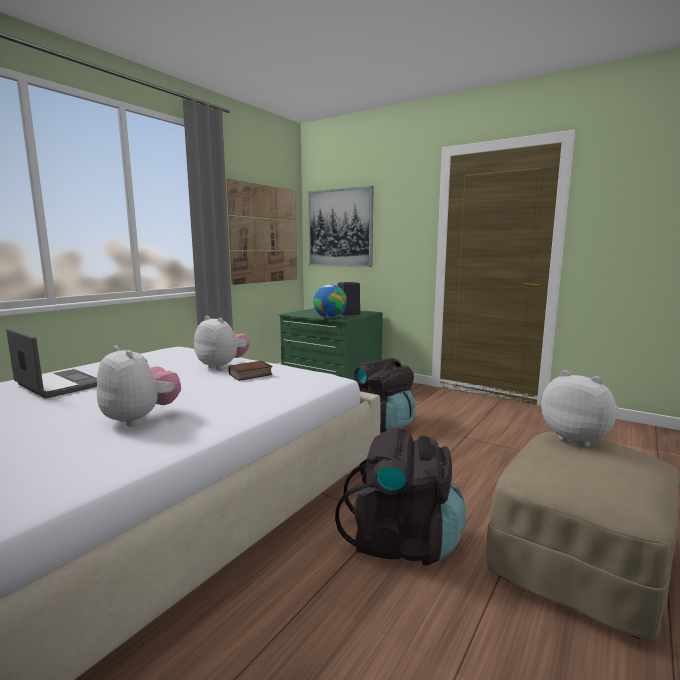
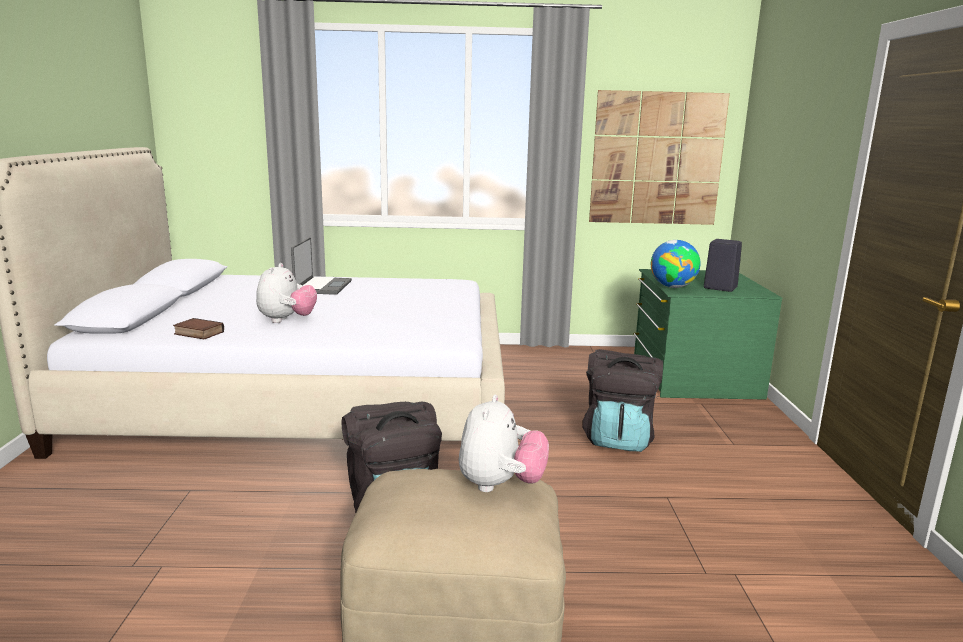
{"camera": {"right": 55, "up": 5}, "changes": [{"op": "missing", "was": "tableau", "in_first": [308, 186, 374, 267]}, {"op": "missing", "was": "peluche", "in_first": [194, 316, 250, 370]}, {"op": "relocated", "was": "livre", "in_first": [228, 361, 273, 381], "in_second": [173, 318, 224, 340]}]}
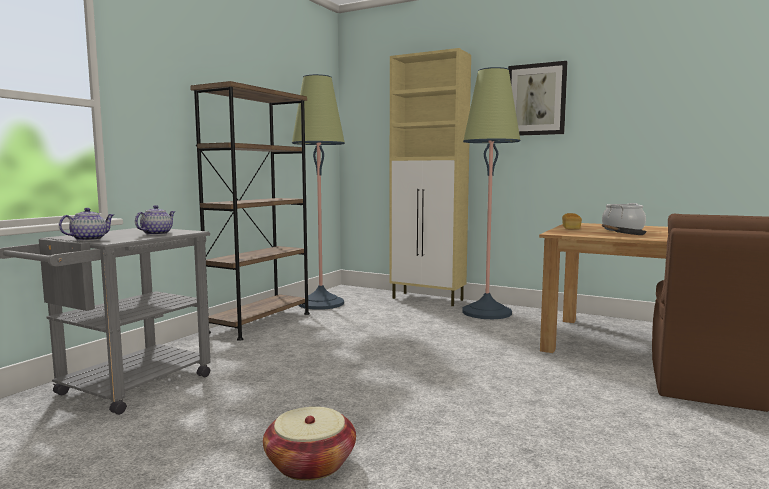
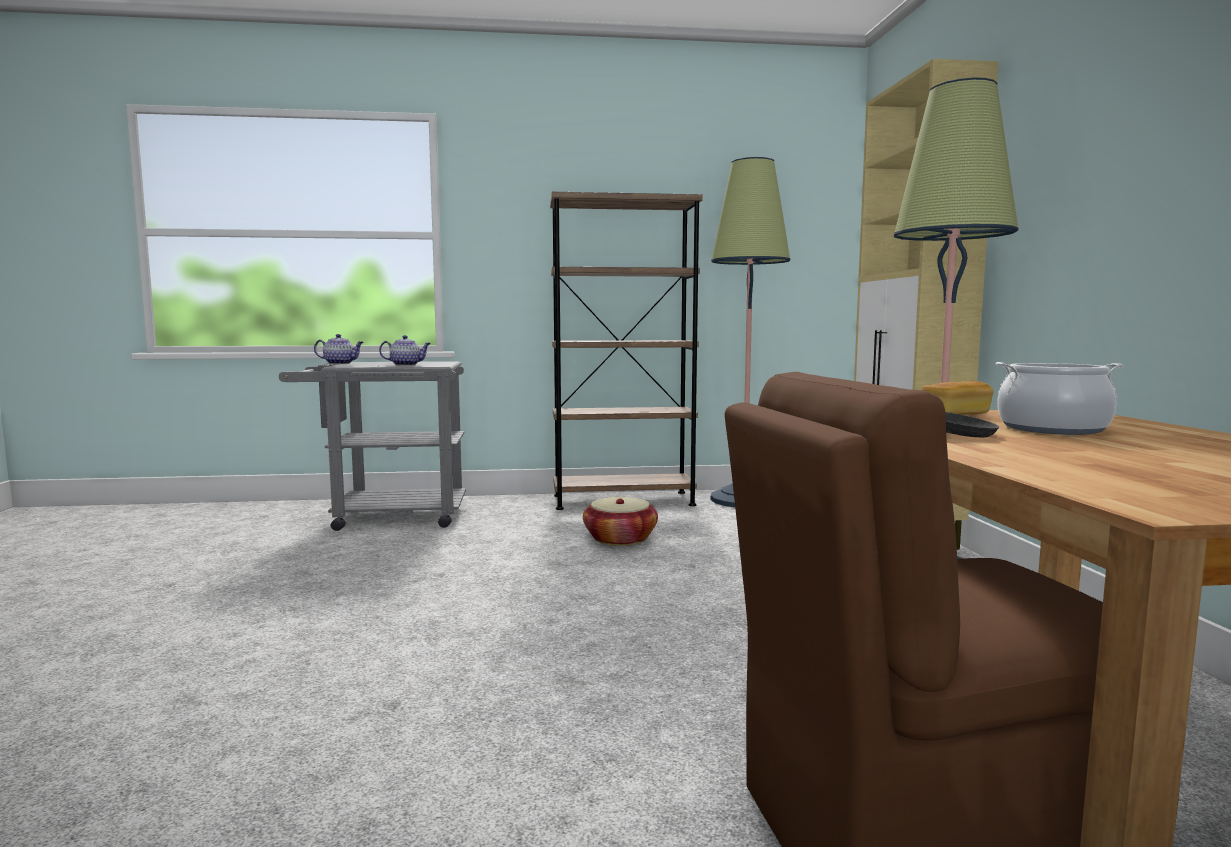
{"camera": {"right": 55, "up": 0}, "changes": [{"op": "missing", "was": "tableau", "in_first": [508, 61, 568, 135]}, {"op": "relocated", "was": "panier", "in_first": [263, 407, 356, 481], "in_second": [583, 497, 658, 546]}]}
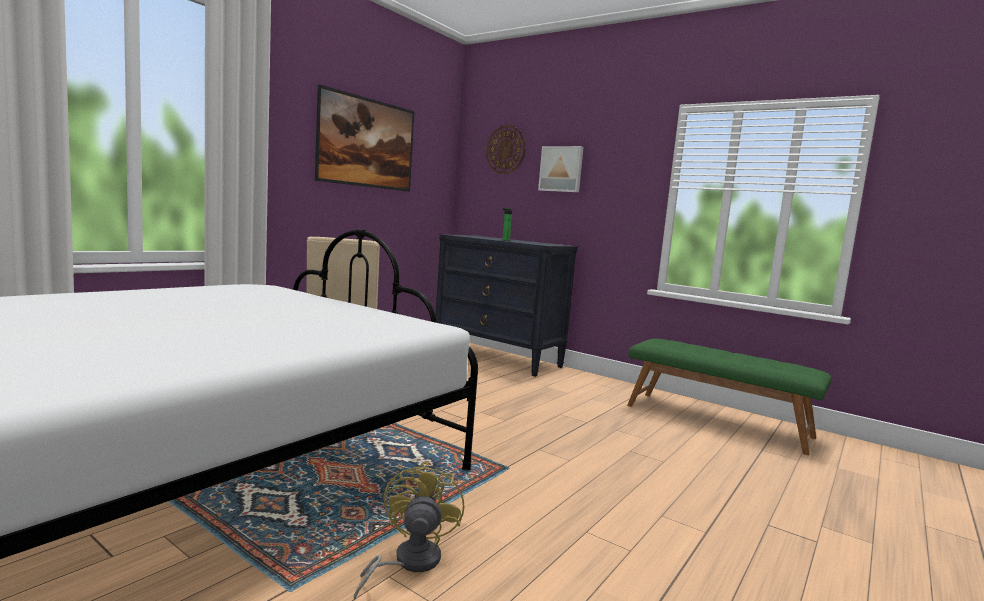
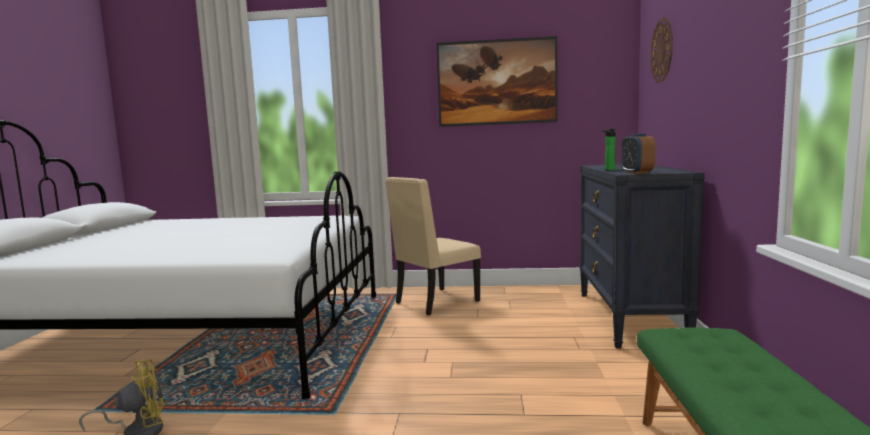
{"camera": {"right": 60, "up": 0}, "changes": [{"op": "missing", "was": "tableau", "in_first": [538, 146, 583, 192]}, {"op": "appeared", "now": "réveil", "in_second": [621, 133, 656, 174]}]}
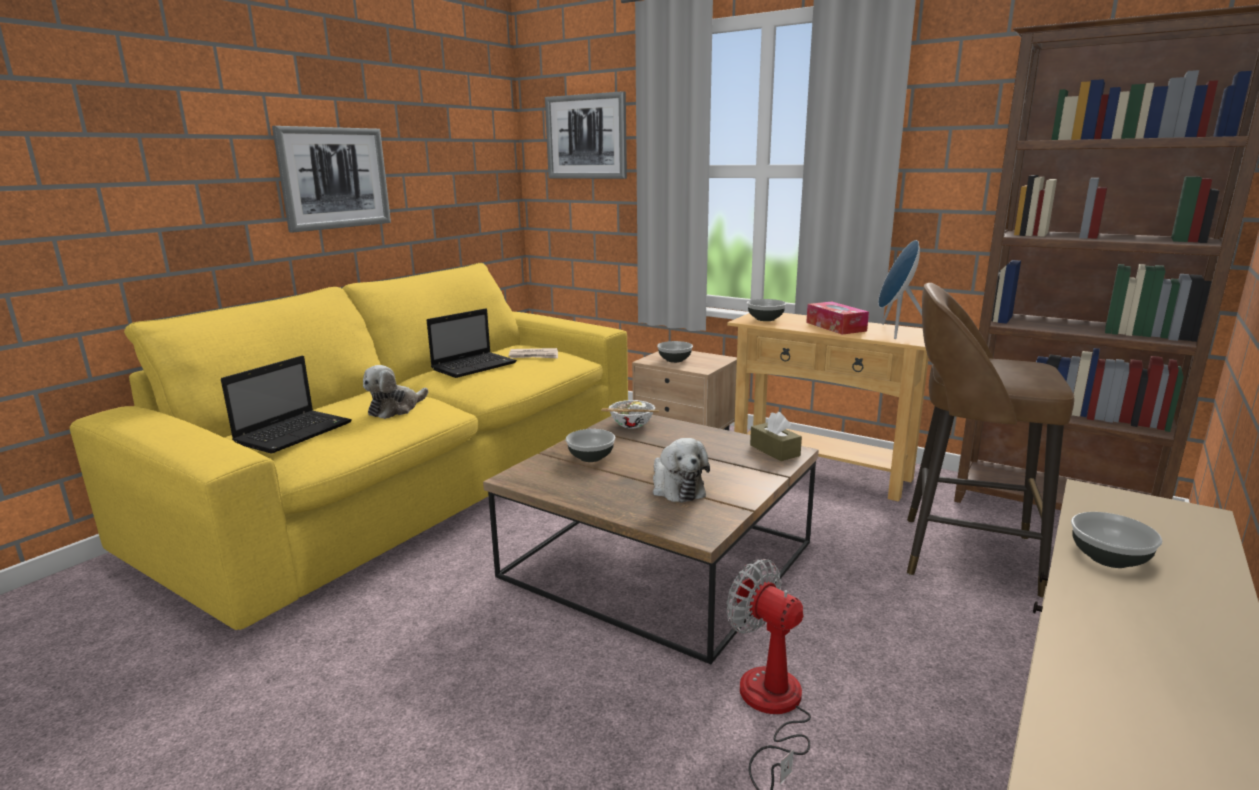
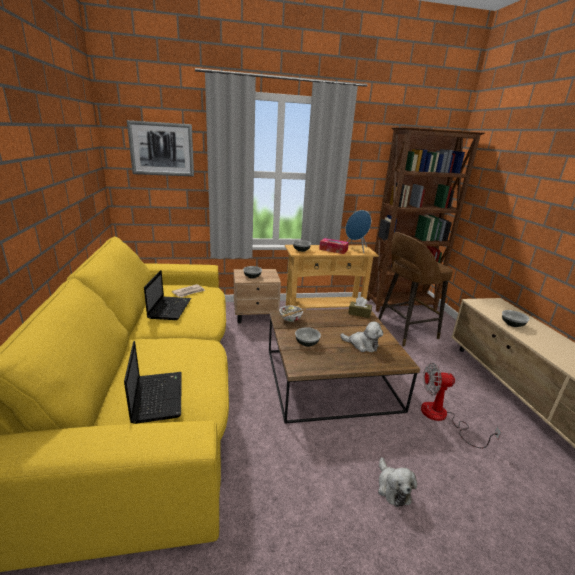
{"camera": {"right": -45, "up": 5}, "changes": [{"op": "missing", "was": "tableau", "in_first": [272, 126, 391, 232]}, {"op": "relocated", "was": "peluche", "in_first": [363, 365, 428, 419], "in_second": [378, 457, 417, 507]}]}
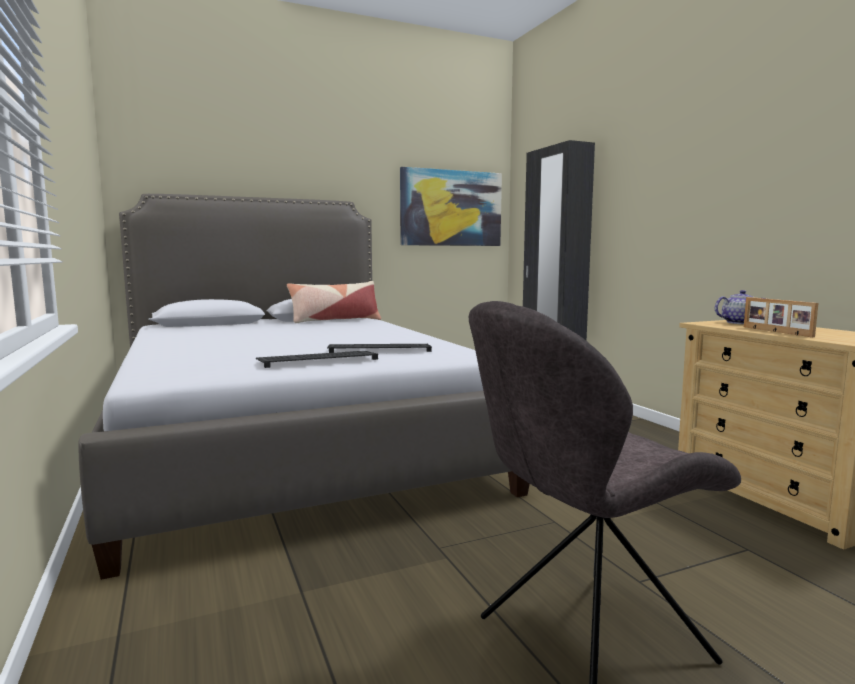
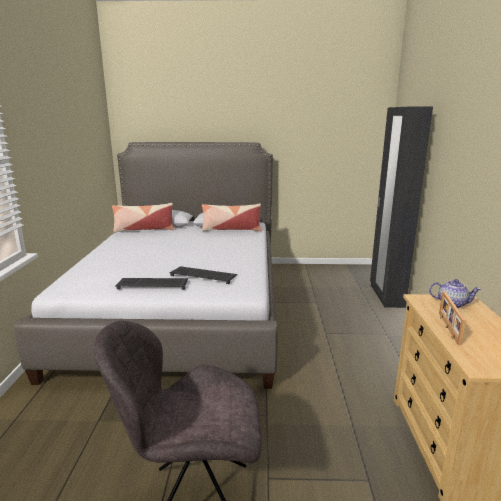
{"camera": {"right": 25, "up": 10}, "changes": [{"op": "missing", "was": "tableau", "in_first": [400, 167, 502, 246]}, {"op": "appeared", "now": "coussin", "in_second": [112, 203, 174, 233]}]}
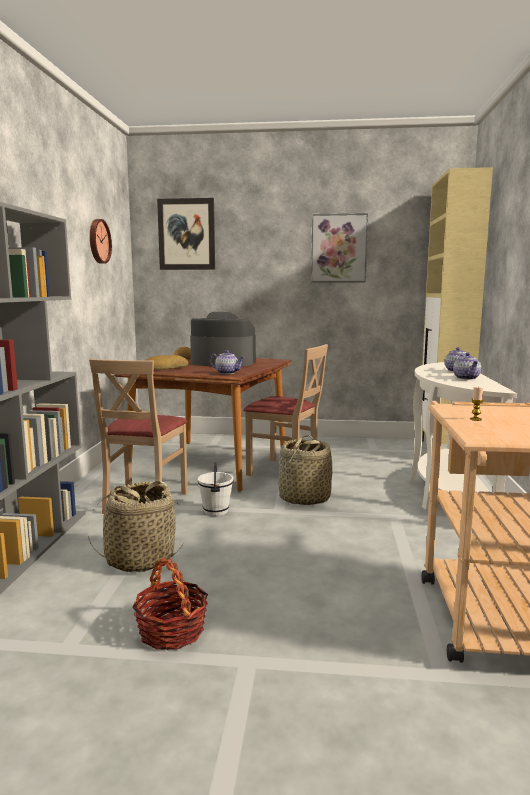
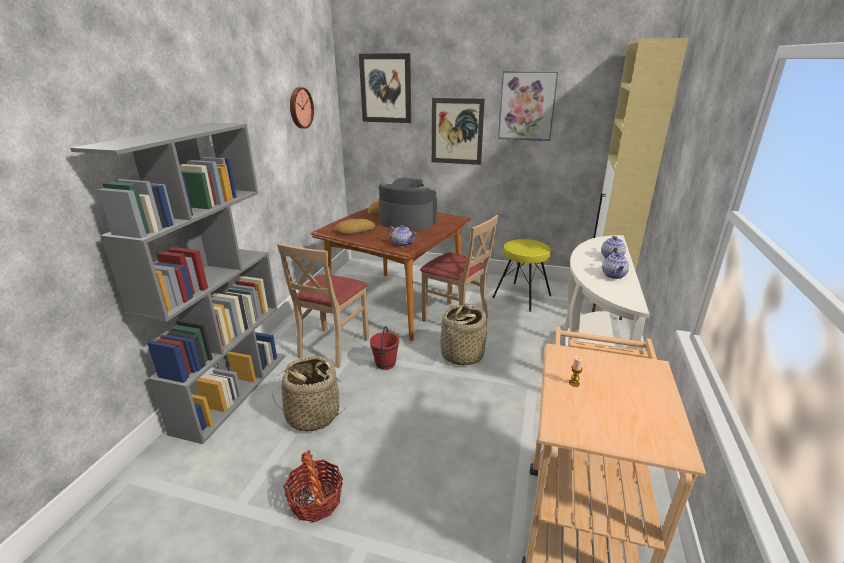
{"camera": {"right": 10, "up": 15}, "changes": [{"op": "colour", "was": "seau/blanc", "now": "seau/rouge", "in_first": [198, 462, 233, 516], "in_second": [370, 326, 399, 370]}, {"op": "appeared", "now": "tableau", "in_second": [432, 98, 485, 165]}, {"op": "appeared", "now": "tabouret/jaune", "in_second": [492, 239, 551, 312]}]}
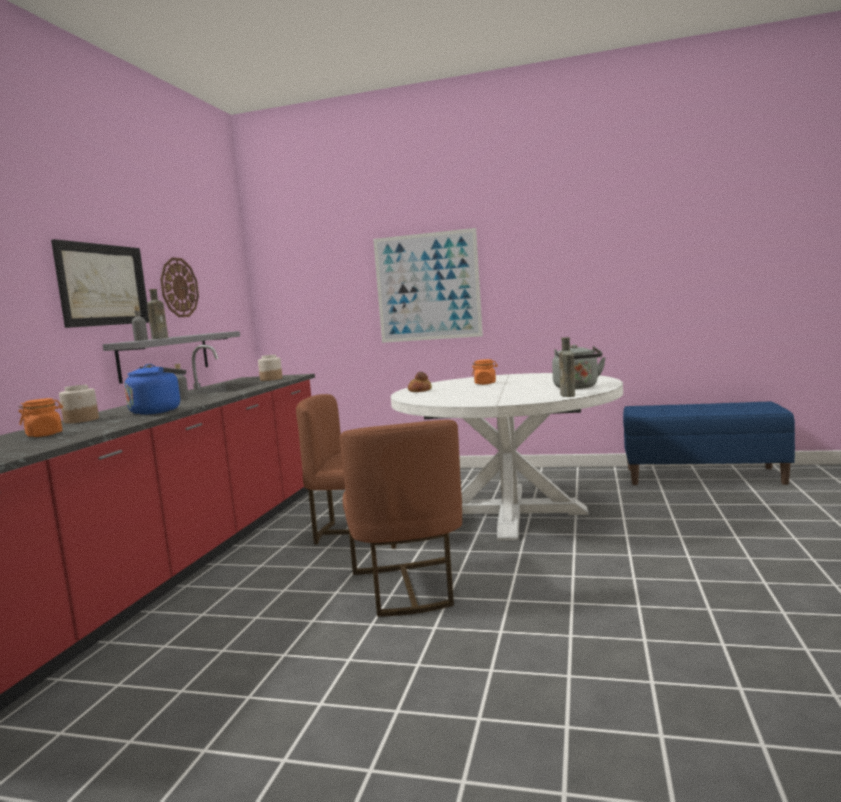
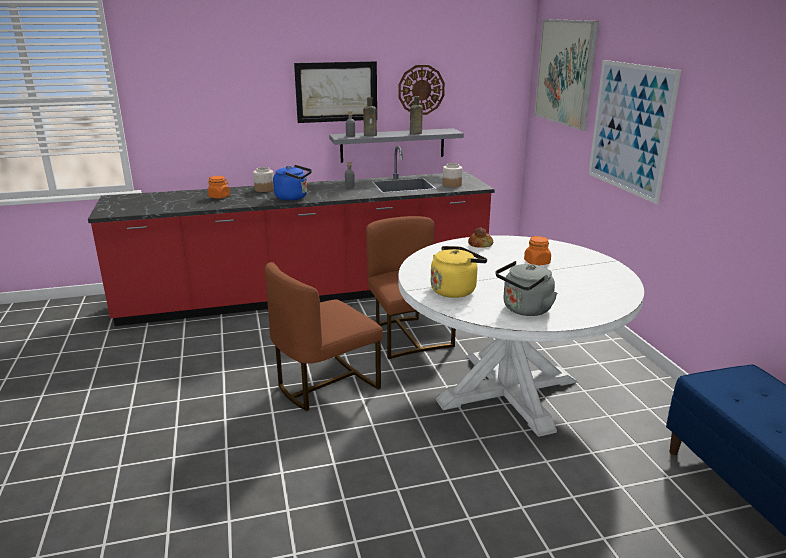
{"camera": {"right": 60, "up": 15}, "changes": [{"op": "relocated", "was": "bouteille/marron", "in_first": [559, 337, 575, 397], "in_second": [410, 96, 423, 135]}, {"op": "appeared", "now": "tableau", "in_second": [534, 19, 599, 131]}, {"op": "appeared", "now": "bouilloire/jaune", "in_second": [431, 246, 487, 298]}]}
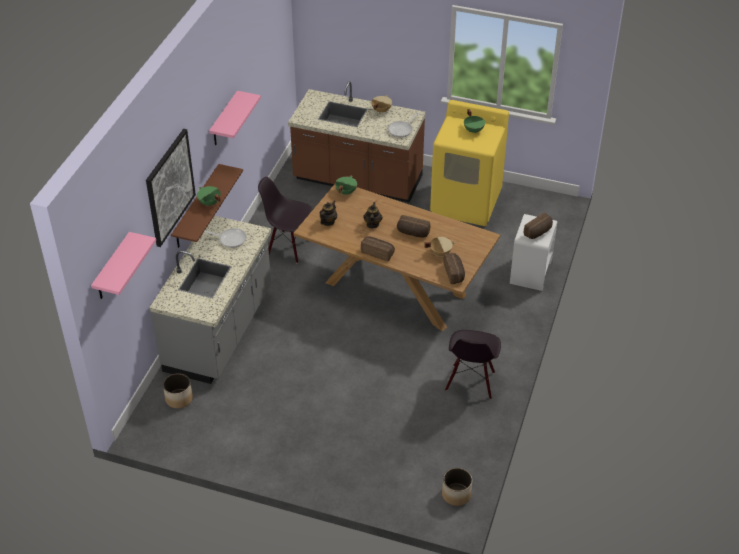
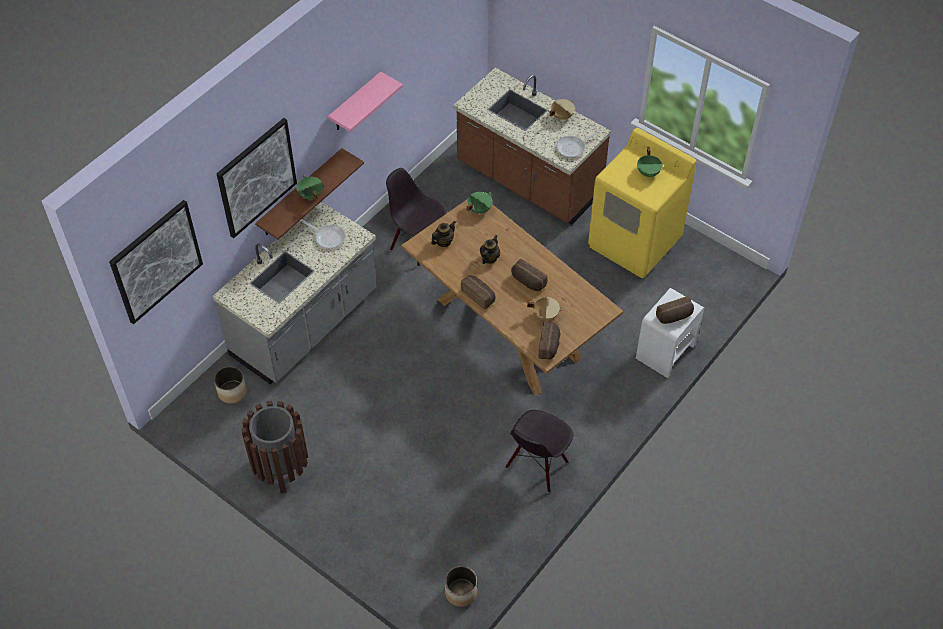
{"camera": {"right": 20, "up": 10}, "changes": [{"op": "exchanged", "was": "étagère/rose", "now": "tableau", "in_first": [91, 232, 156, 299], "in_second": [109, 200, 203, 324]}, {"op": "appeared", "now": "poubelle/marron", "in_second": [241, 401, 308, 494]}]}
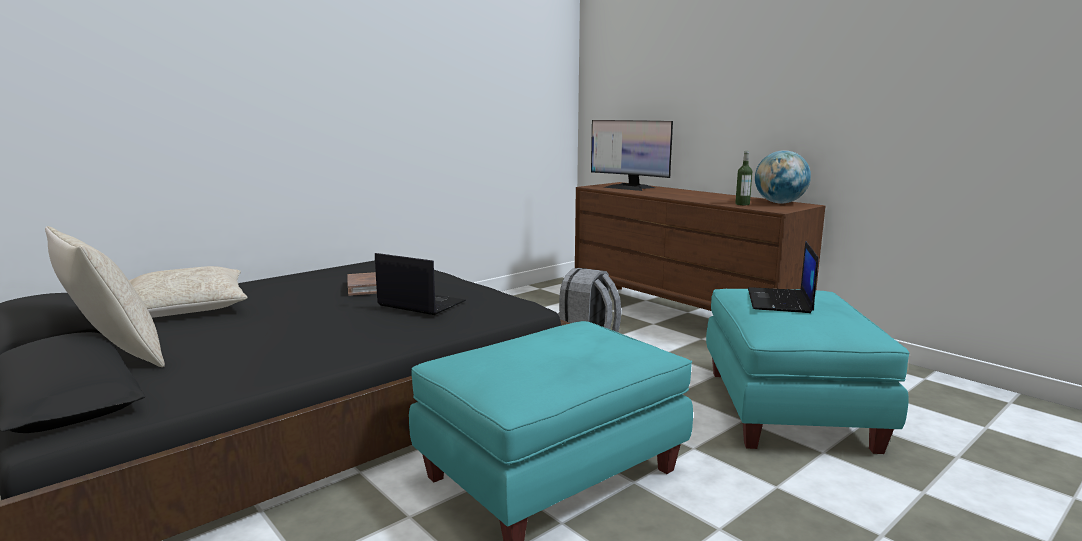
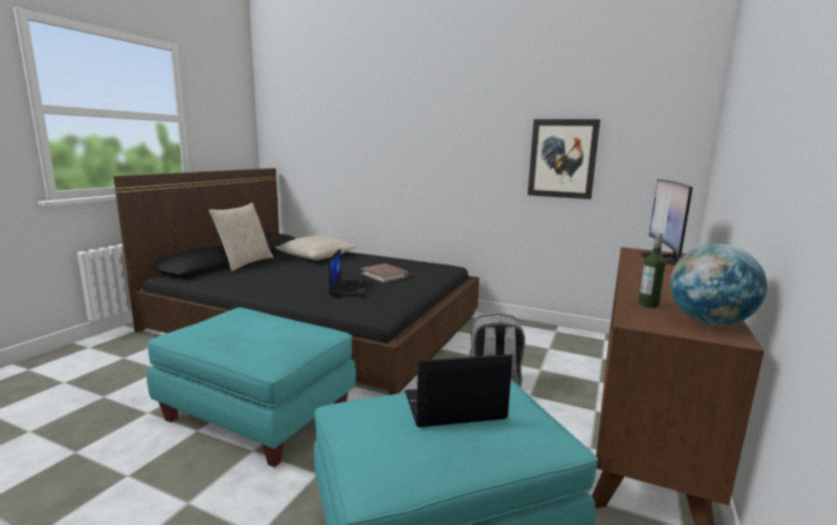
{"camera": {"right": 65, "up": 0}, "changes": [{"op": "appeared", "now": "tableau", "in_second": [528, 119, 600, 199]}]}
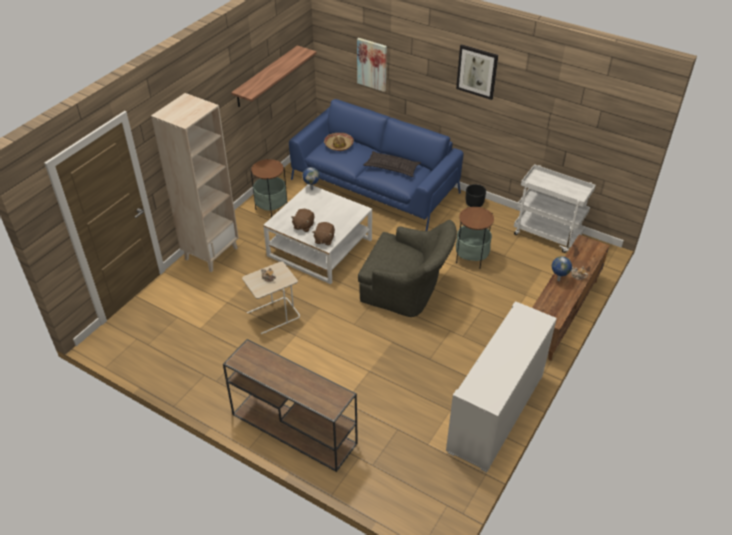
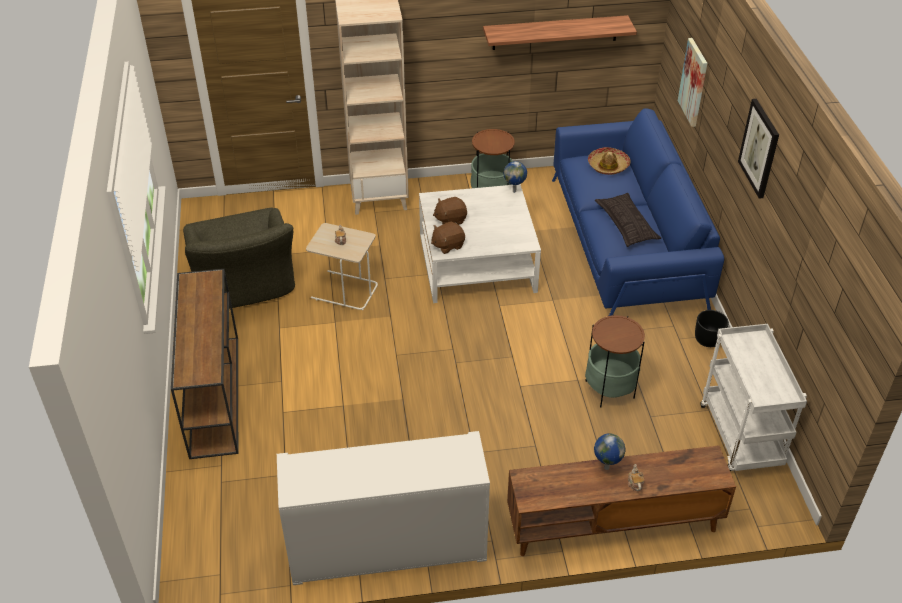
{"camera": {"right": 50, "up": 0}, "changes": [{"op": "relocated", "was": "fauteuil/vert", "in_first": [358, 220, 457, 317], "in_second": [183, 208, 295, 309]}]}
